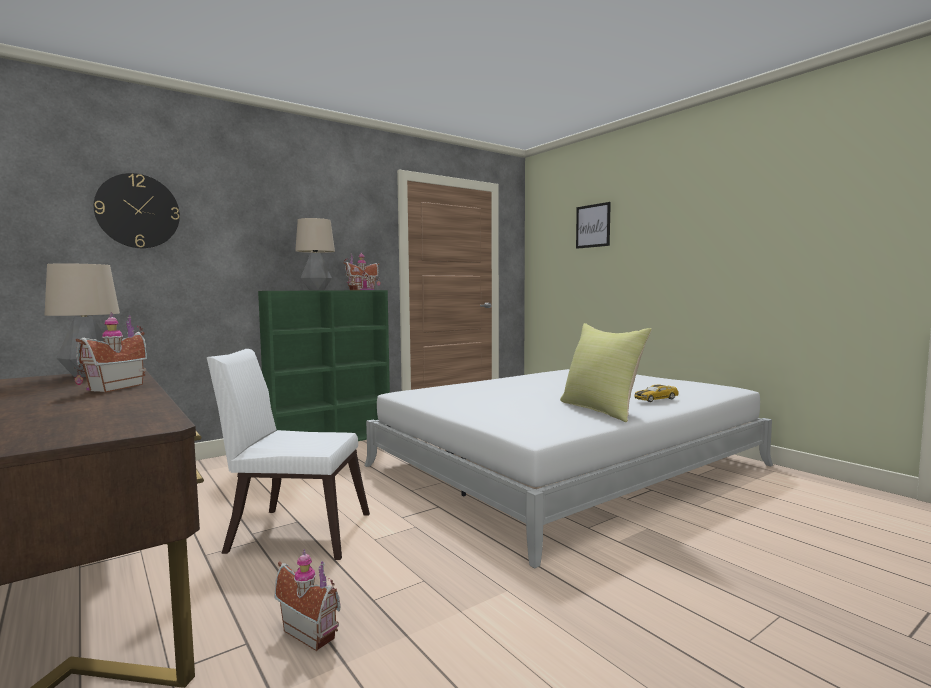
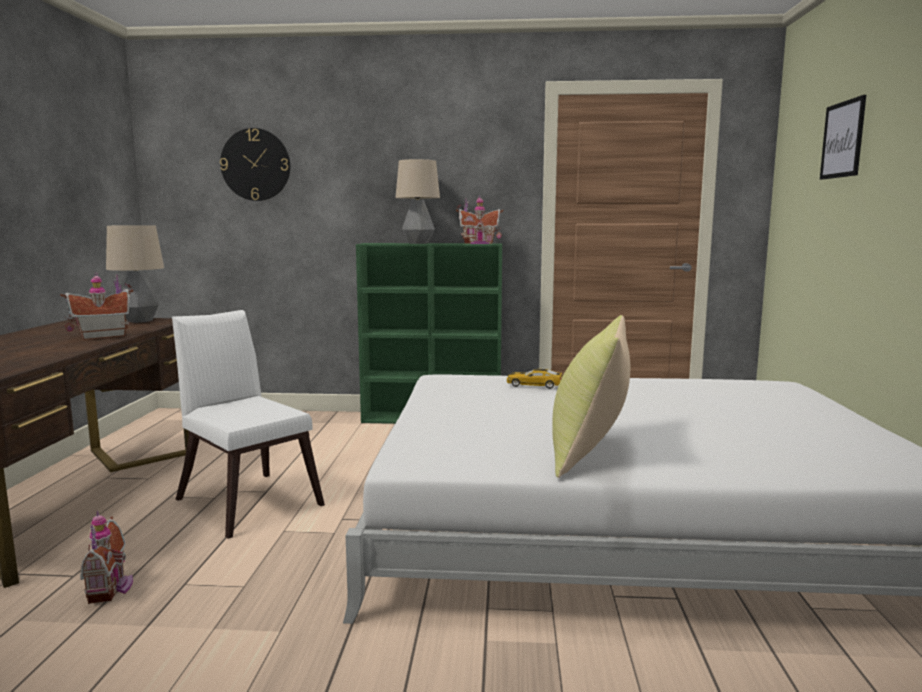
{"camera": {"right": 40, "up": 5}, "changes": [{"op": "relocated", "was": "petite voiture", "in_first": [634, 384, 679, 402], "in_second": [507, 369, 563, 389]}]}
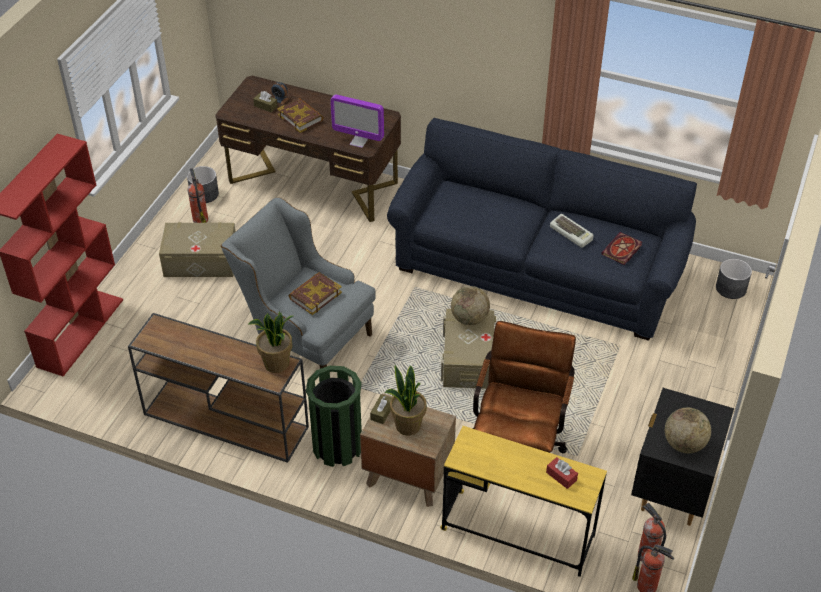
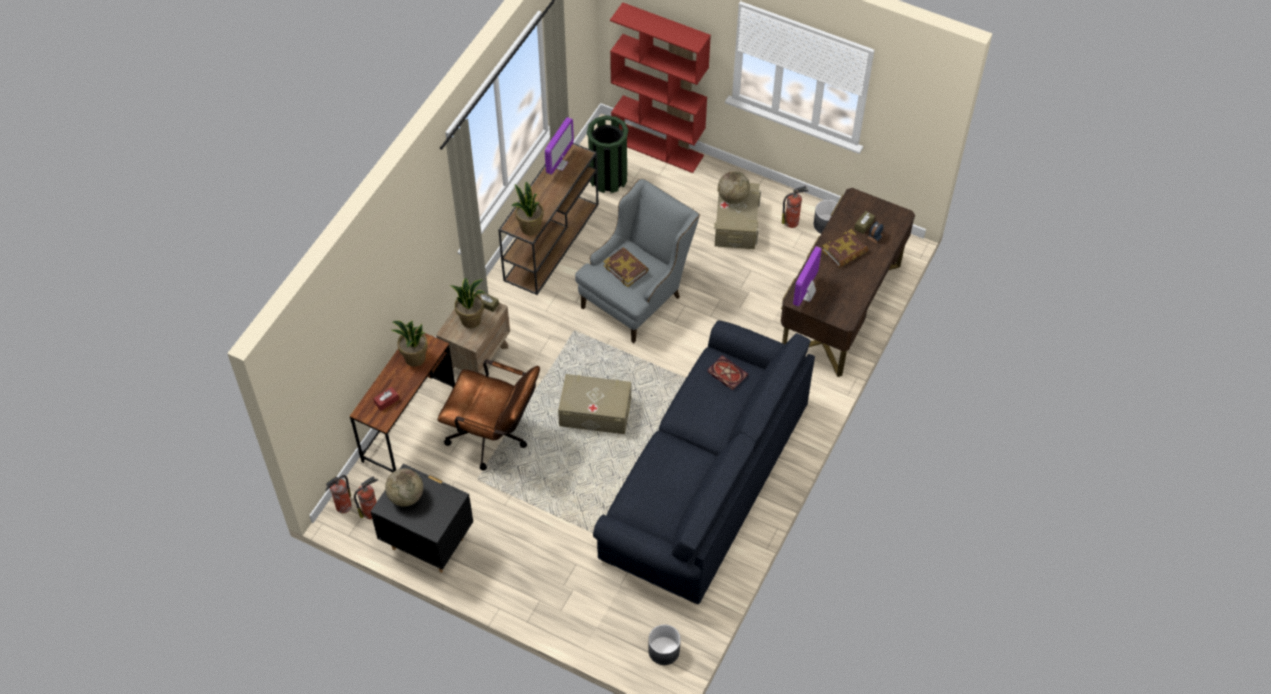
{"camera": {"right": 95, "up": 10}, "changes": [{"op": "missing", "was": "clavier", "in_first": [550, 214, 593, 248]}, {"op": "relocated", "was": "livre", "in_first": [601, 232, 642, 265], "in_second": [707, 355, 748, 390]}, {"op": "relocated", "was": "globe", "in_first": [451, 286, 490, 325], "in_second": [718, 171, 750, 204]}, {"op": "relocated", "was": "poubelle/vert", "in_first": [306, 366, 362, 467], "in_second": [587, 115, 628, 193]}, {"op": "colour", "was": "bureau/jaune", "now": "bureau/marron", "in_first": [440, 426, 607, 577], "in_second": [350, 329, 455, 472]}, {"op": "appeared", "now": "écran d'ordinateur", "in_second": [545, 117, 574, 175]}, {"op": "appeared", "now": "plante en pot", "in_second": [392, 321, 428, 367]}]}
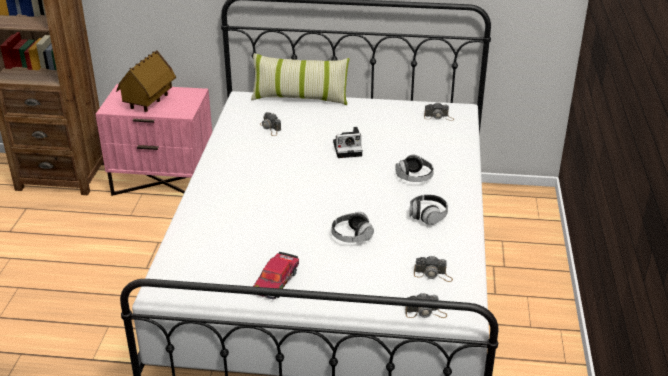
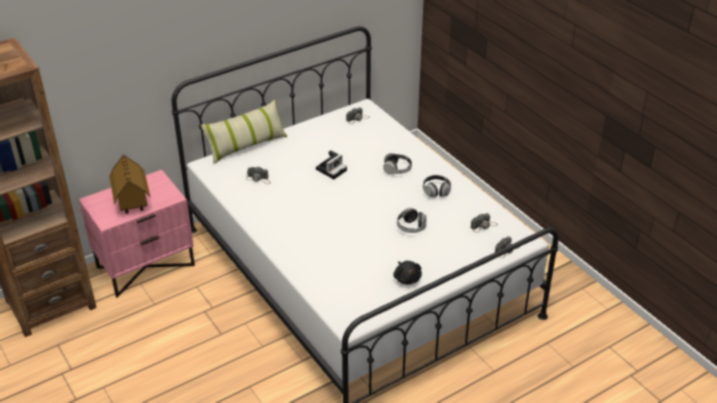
{"camera": {"right": -40, "up": 5}, "changes": [{"op": "exchanged", "was": "petite voiture", "now": "peluche/noir", "in_first": [253, 252, 299, 300], "in_second": [393, 261, 422, 284]}]}
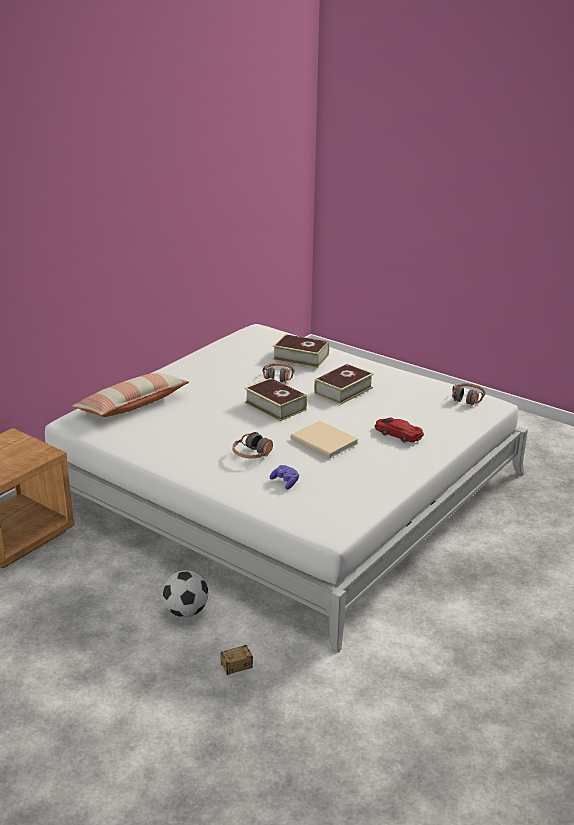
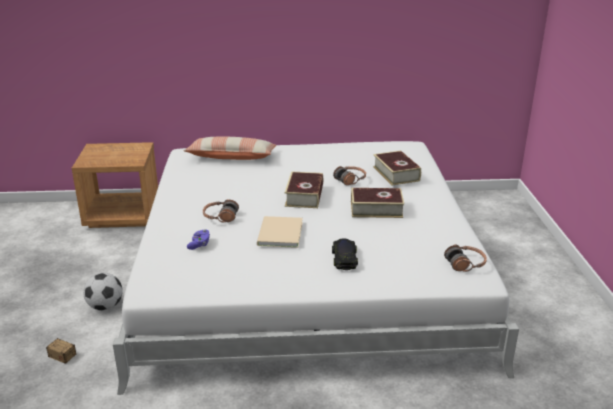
{"camera": {"right": 50, "up": 0}, "changes": [{"op": "colour", "was": "petite voiture/rouge", "now": "petite voiture/noir", "in_first": [375, 418, 424, 443], "in_second": [332, 238, 358, 270]}]}
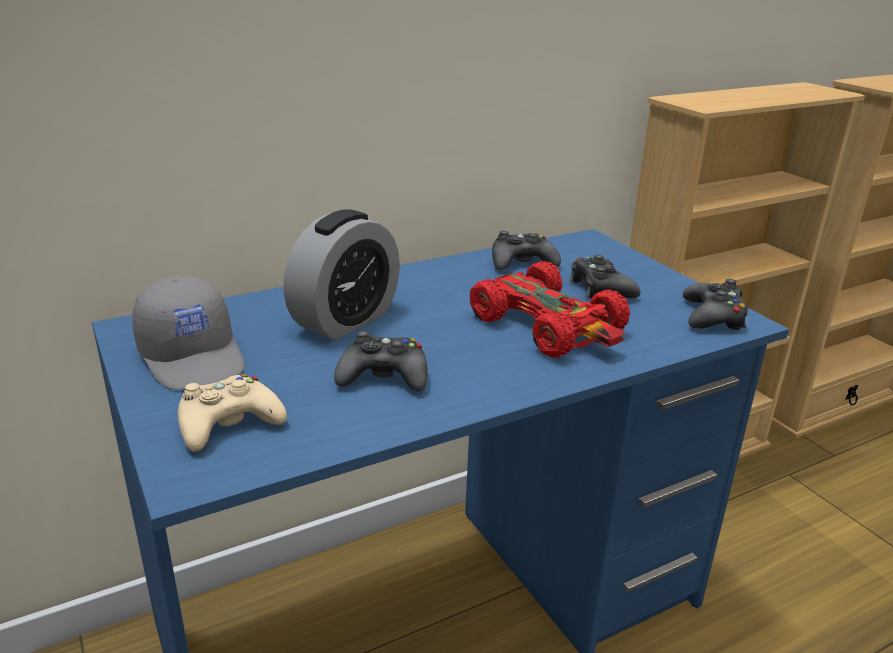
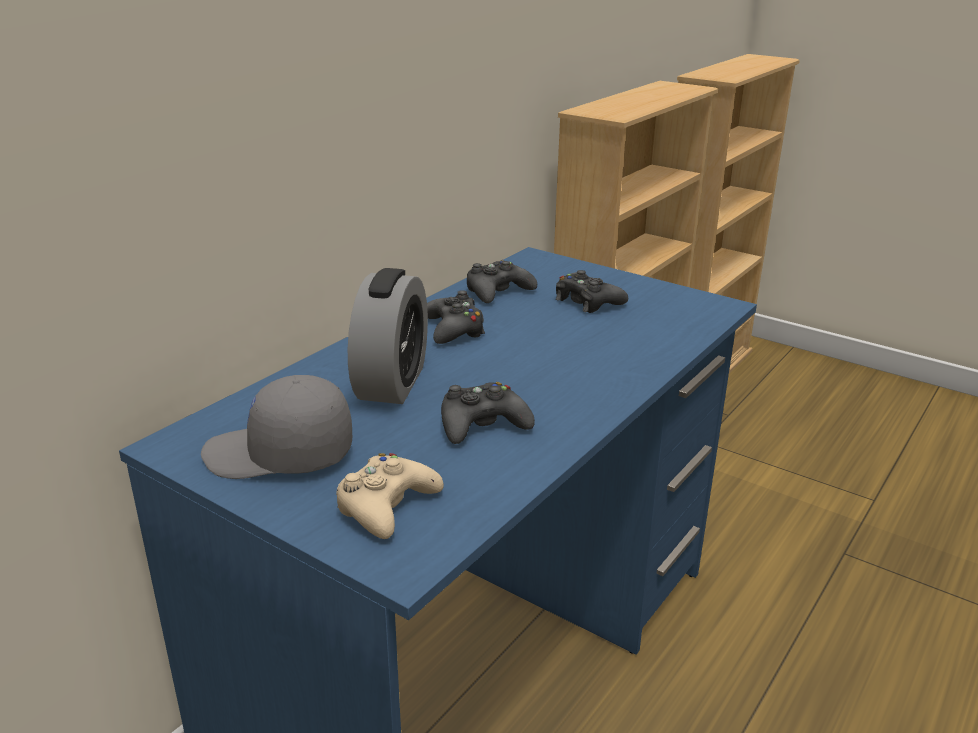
{"camera": {"right": -25, "up": 0}, "changes": [{"op": "missing", "was": "petite voiture/rouge", "in_first": [470, 261, 630, 358]}, {"op": "spun", "was": "casquette/gris", "in_first": [132, 276, 245, 390], "in_second": [201, 375, 352, 479], "clockwise": 150}, {"op": "relocated", "was": "manette/noir", "in_first": [683, 279, 748, 330], "in_second": [427, 290, 485, 344]}]}
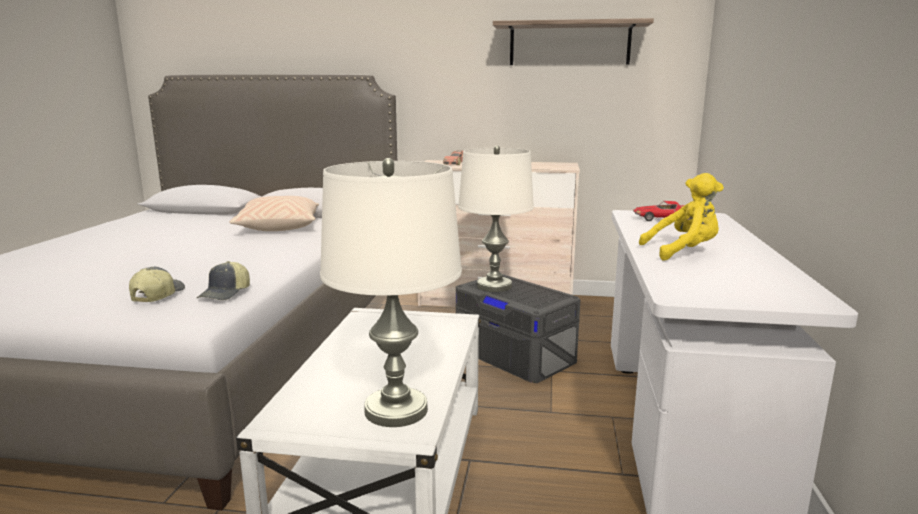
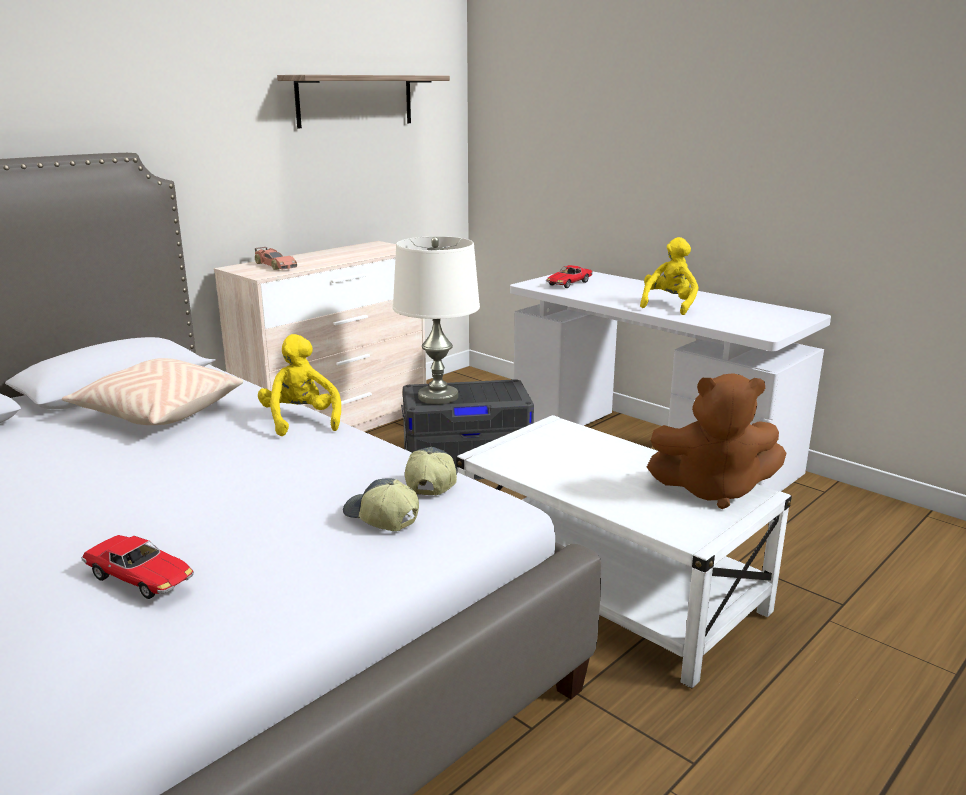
{"camera": {"right": -55, "up": 5}, "changes": [{"op": "exchanged", "was": "lampe de table/blanc", "now": "peluche/marron", "in_first": [320, 158, 462, 427], "in_second": [647, 373, 787, 509]}, {"op": "spun", "was": "casquette", "in_first": [197, 261, 250, 300], "in_second": [405, 447, 457, 495], "clockwise": -135}, {"op": "appeared", "now": "peluche/jaune", "in_second": [258, 334, 341, 436]}, {"op": "appeared", "now": "petite voiture", "in_second": [81, 535, 194, 599]}]}
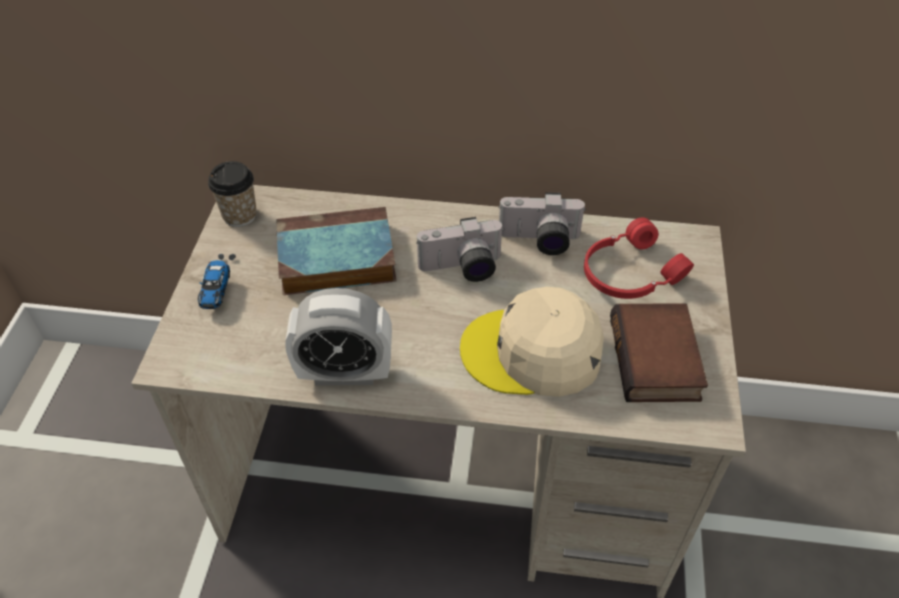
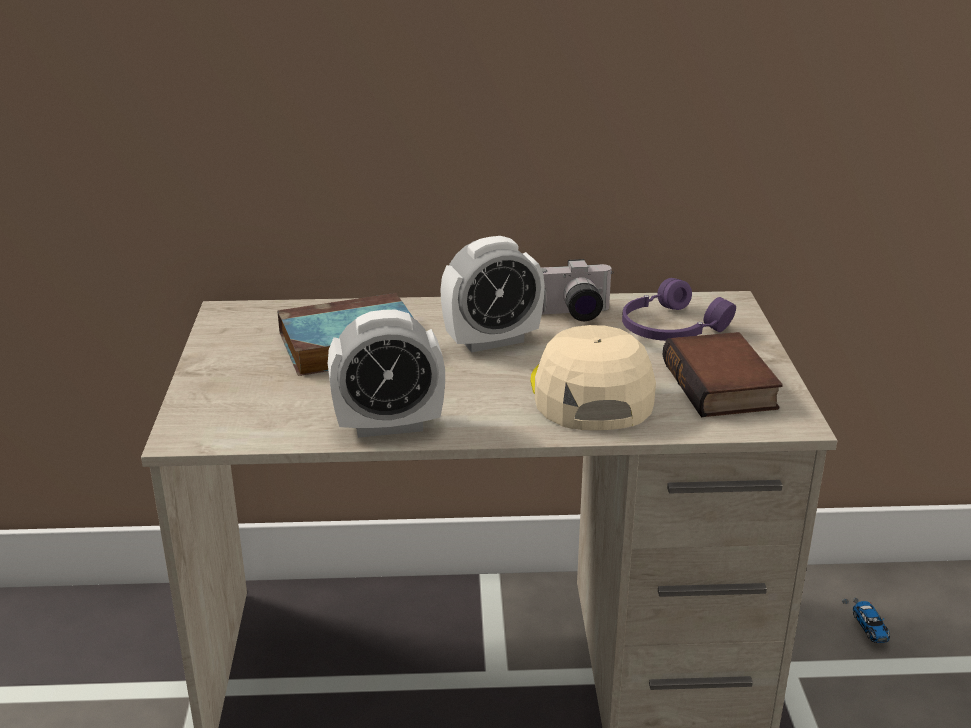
{"camera": {"right": -10, "up": -20}, "changes": [{"op": "missing", "was": "tasse", "in_first": [208, 161, 257, 227]}, {"op": "exchanged", "was": "appareil photo", "now": "réveil", "in_first": [416, 217, 504, 282], "in_second": [440, 236, 545, 353]}, {"op": "colour", "was": "casque audio/rouge", "now": "casque audio/violet", "in_first": [584, 217, 694, 299], "in_second": [622, 278, 736, 341]}, {"op": "relocated", "was": "petite voiture", "in_first": [198, 254, 236, 309], "in_second": [842, 598, 890, 643]}, {"op": "spun", "was": "casquette/beige", "in_first": [460, 287, 604, 397], "in_second": [530, 325, 656, 430], "clockwise": 90}]}
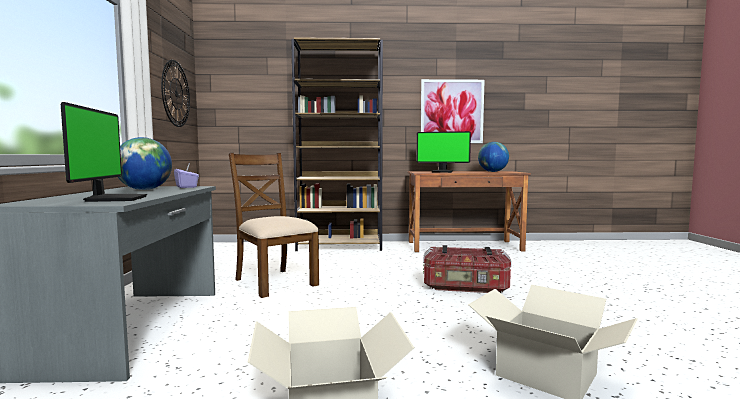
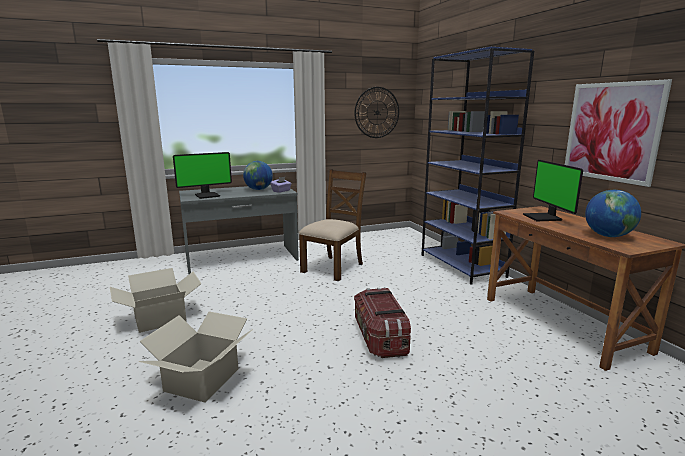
{"camera": {"right": 70, "up": 10}, "changes": [{"op": "colour", "was": "bibliothèque/marron", "now": "bibliothèque/bleu", "in_first": [291, 37, 383, 251], "in_second": [421, 47, 534, 285]}]}
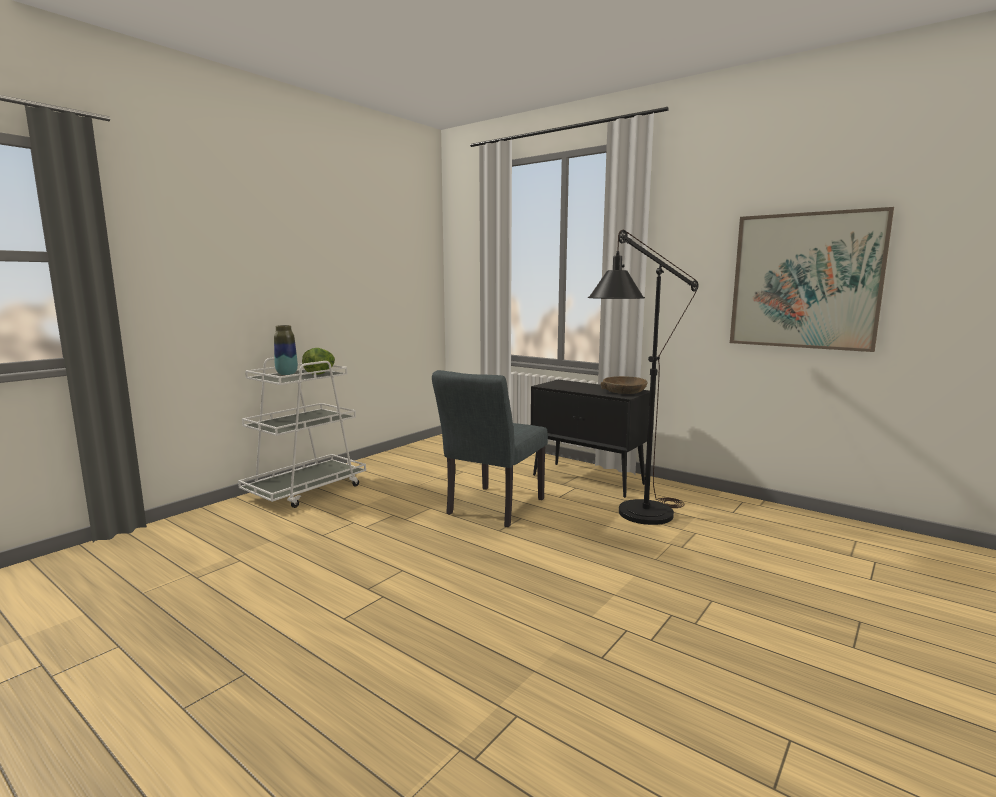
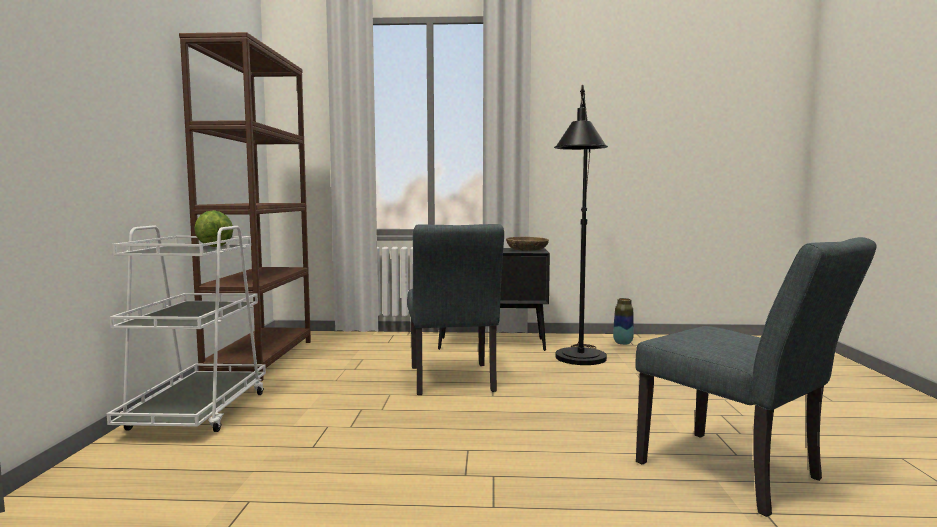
{"camera": {"right": -35, "up": -5}, "changes": [{"op": "missing", "was": "tableau", "in_first": [730, 207, 894, 352]}, {"op": "relocated", "was": "vase", "in_first": [274, 325, 298, 375], "in_second": [613, 298, 634, 345]}, {"op": "appeared", "now": "bibliothèque/marron", "in_second": [179, 32, 311, 381]}, {"op": "appeared", "now": "chaise/gris", "in_second": [635, 237, 876, 517]}]}
